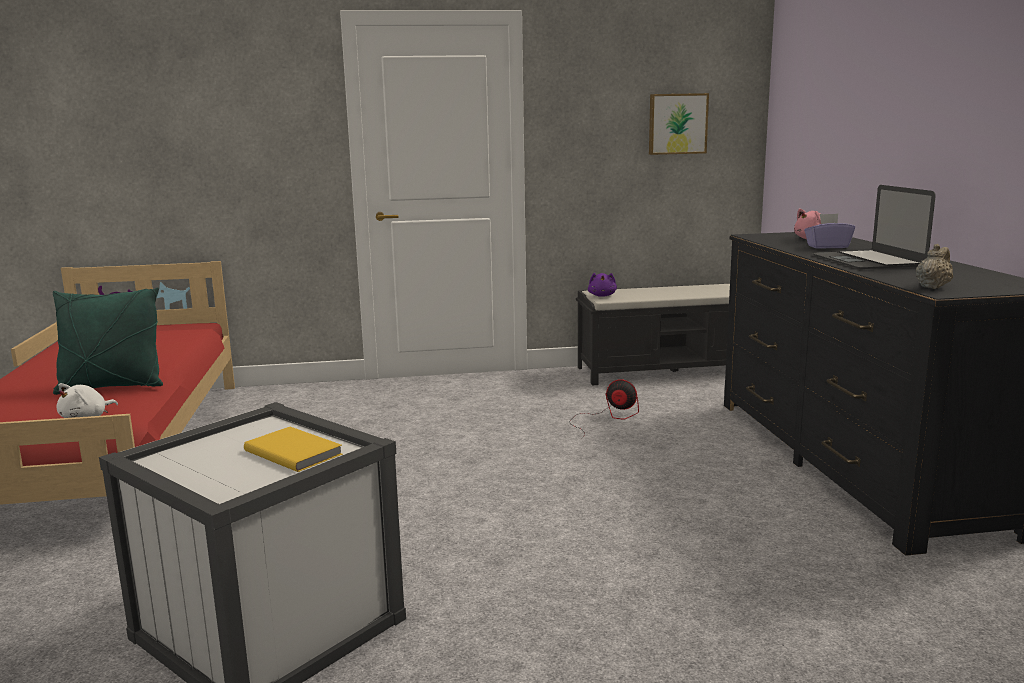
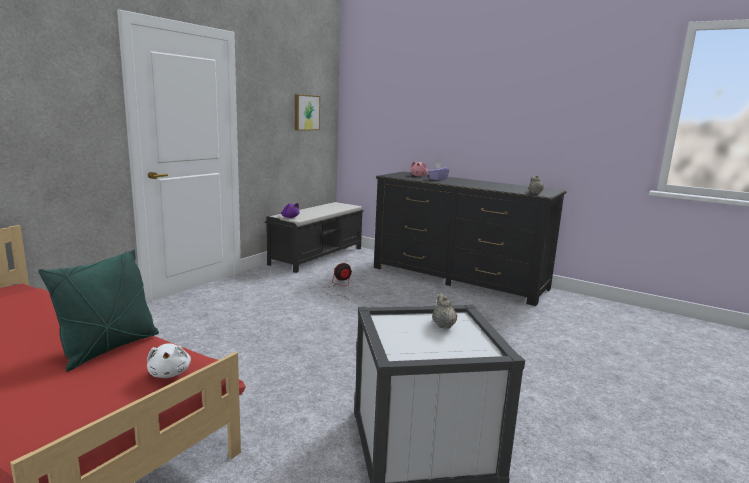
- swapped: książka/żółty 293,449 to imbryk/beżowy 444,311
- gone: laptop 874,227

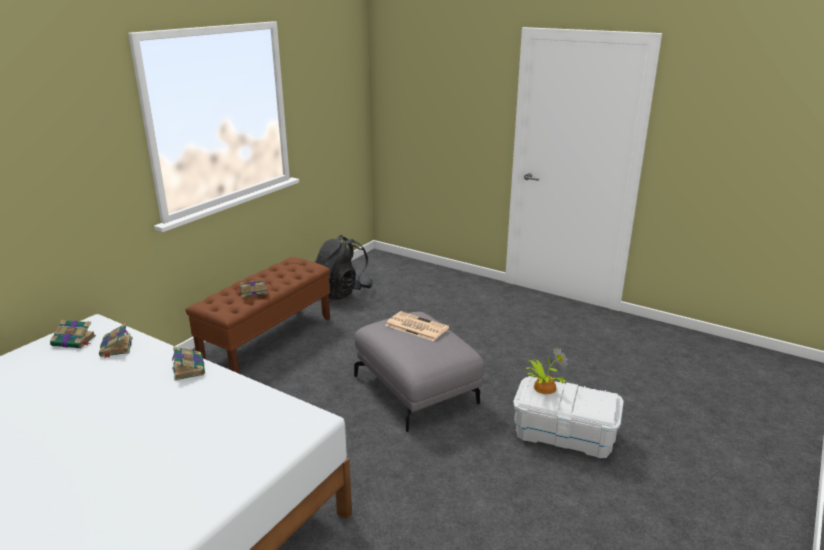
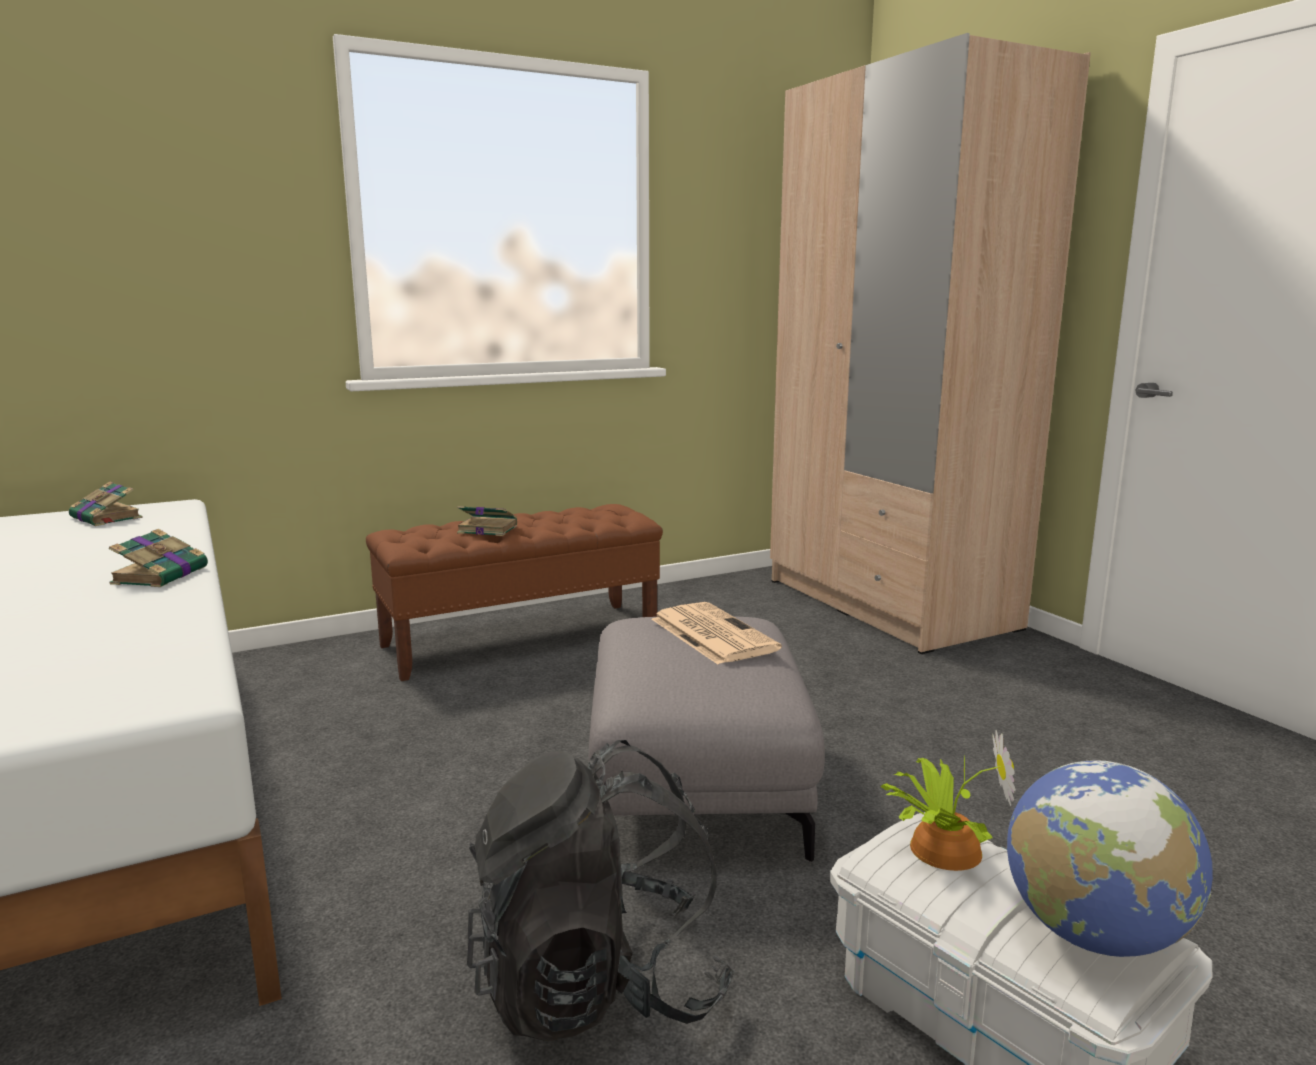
- gone: książka 116,340
- shifted: plecak/czarny 343,267 to 601,890
- new: szafa/beżowy 930,343
- new: globus 1110,858

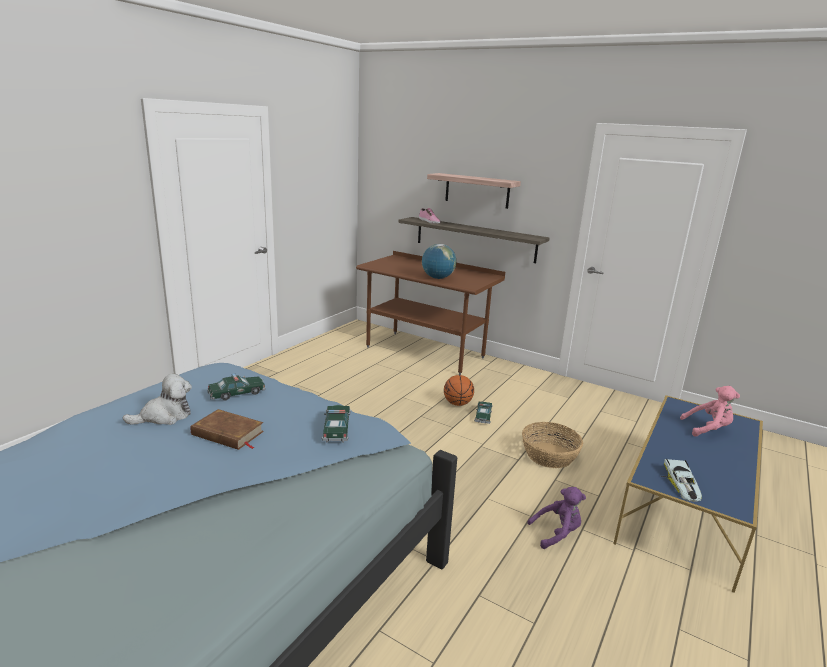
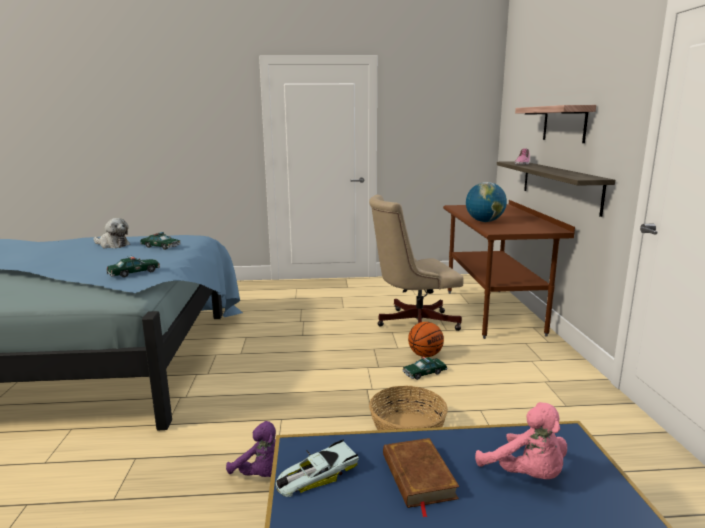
- shifted: książka/brązowy 227,429 to 421,477
- new: krzesło biurowe/beżowy 416,263

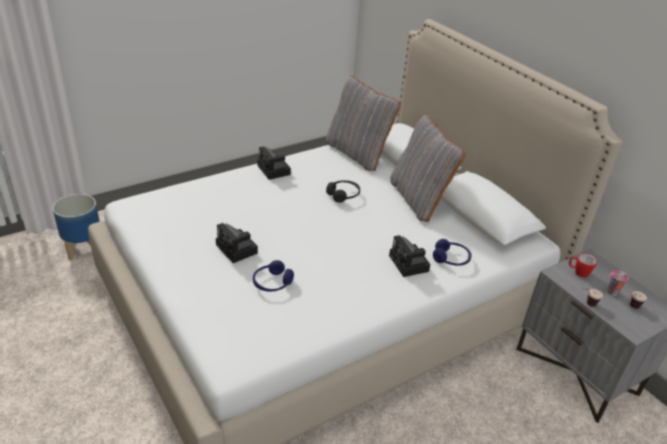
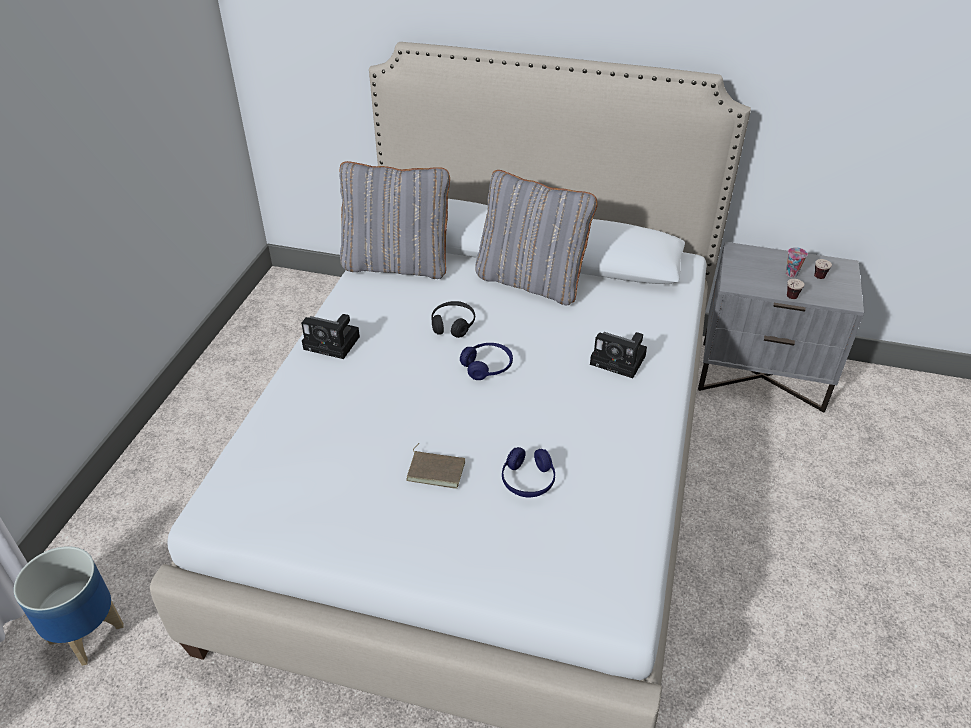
- swapped: aparat fotograficzny 237,243 to książka/brązowy 435,466
- shifted: słuchawki/niebieski 452,252 to 486,361
- gone: kubek 583,266

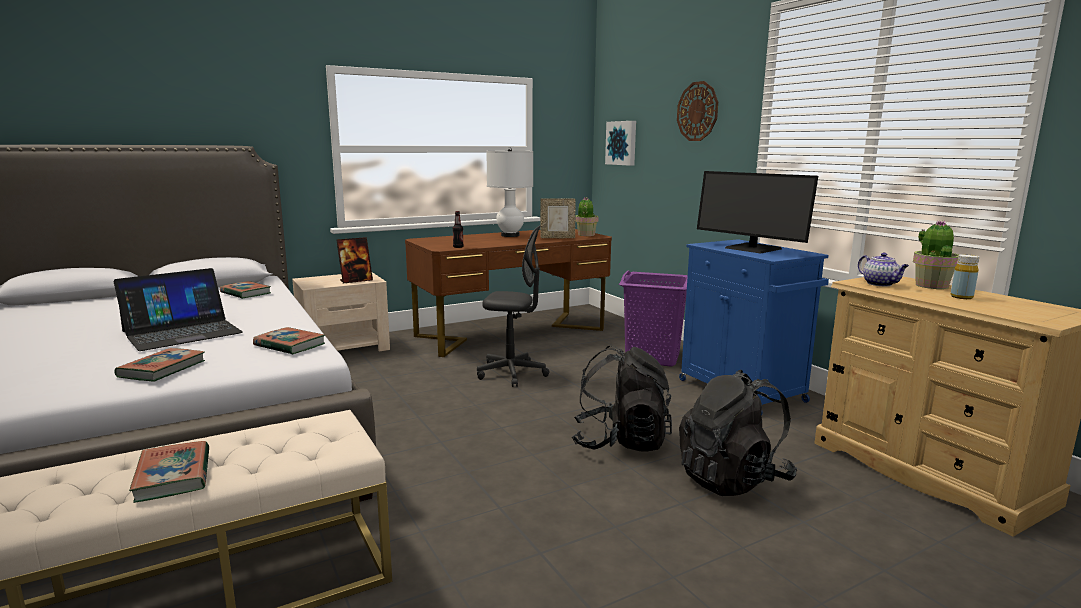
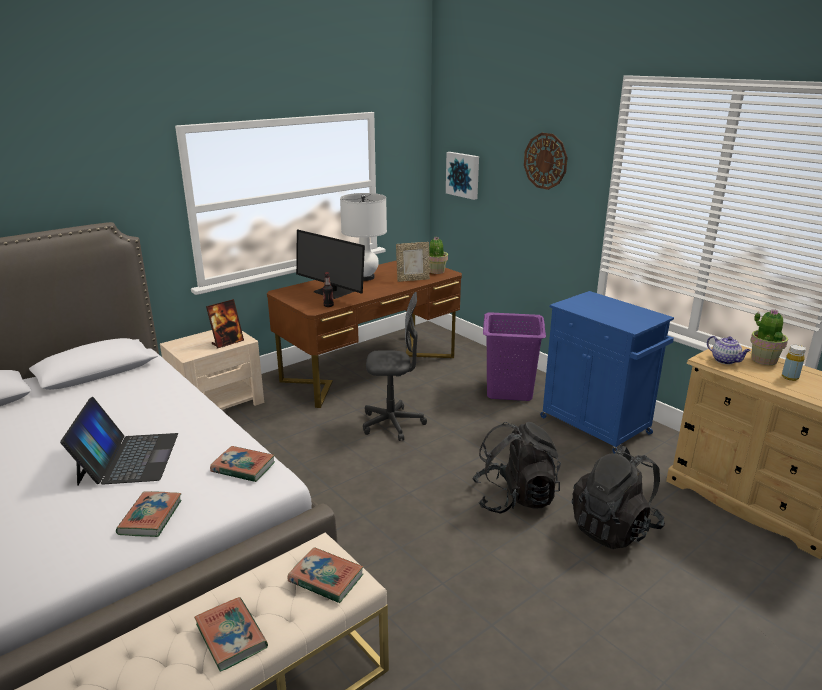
- rotated: laptop 178,309 = 119,441 45 degrees counterclockwise
- shifted: książka 245,290 to 326,575
- shifted: monitor 757,212 to 330,264

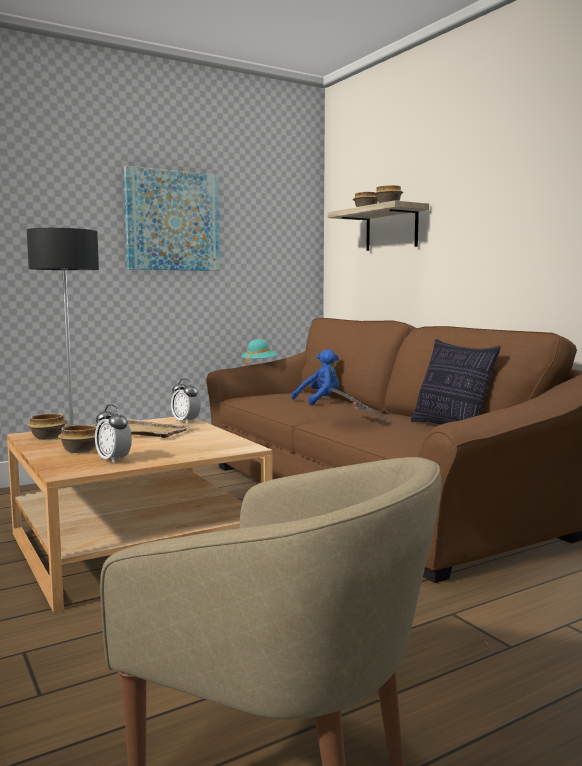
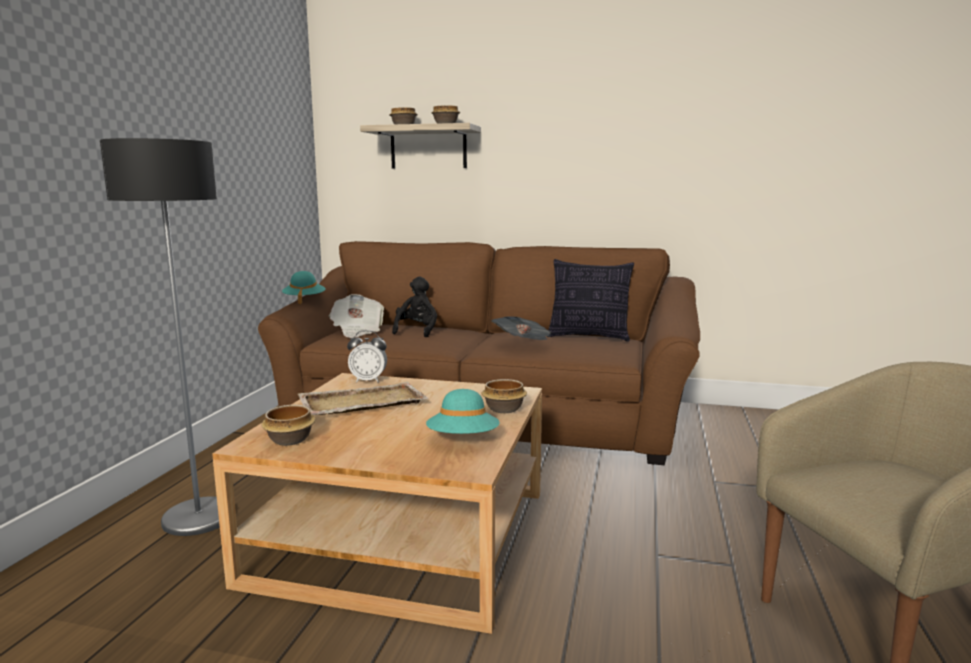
- shifted: miska 77,438 to 504,396
- swapped: budzik 113,434 to kapelusz/turkusowy 463,411
- gone: obraz 172,218
- repainted: pluszak/niebieski 315,377 to pluszak/czarny 414,307
- new: gazeta 356,316

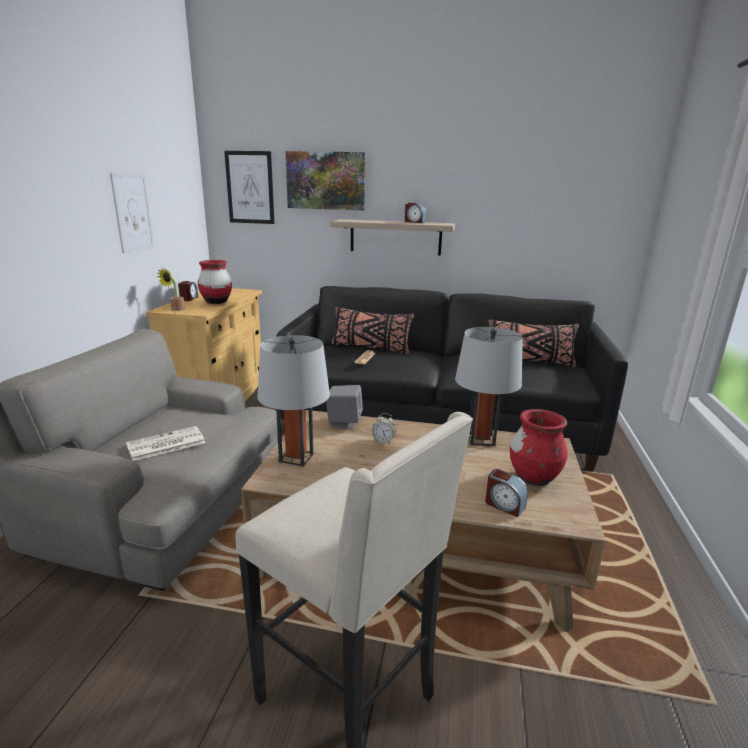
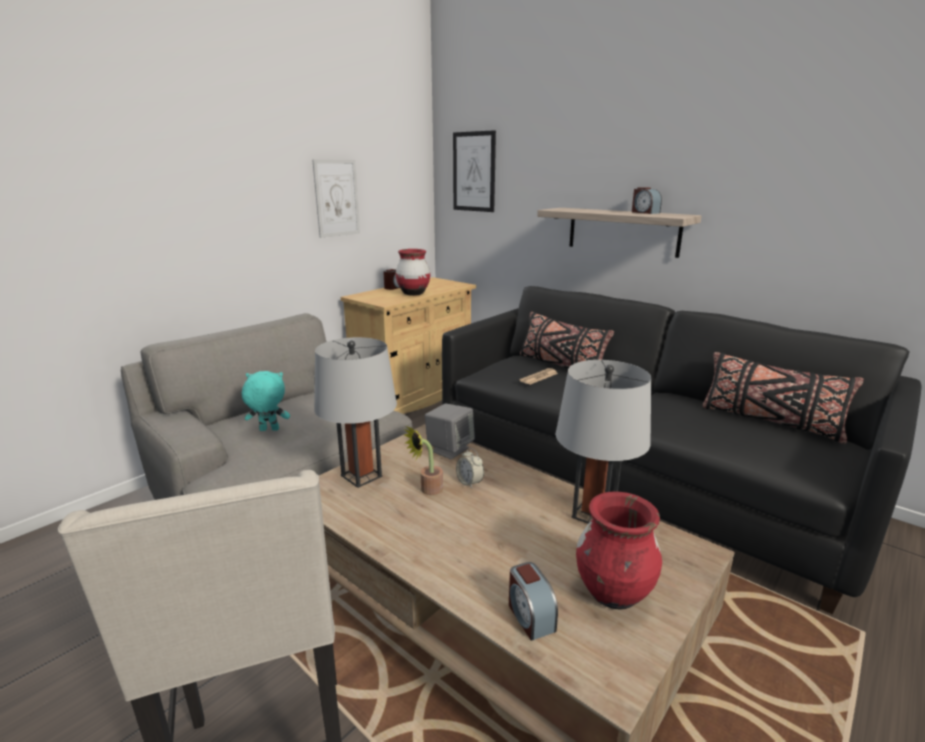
- swapped: gazeta 166,443 to pluszak/turkusowy 266,401
- shifted: roślina doniczkowa 171,289 to 423,460
- gone: obraz 326,180

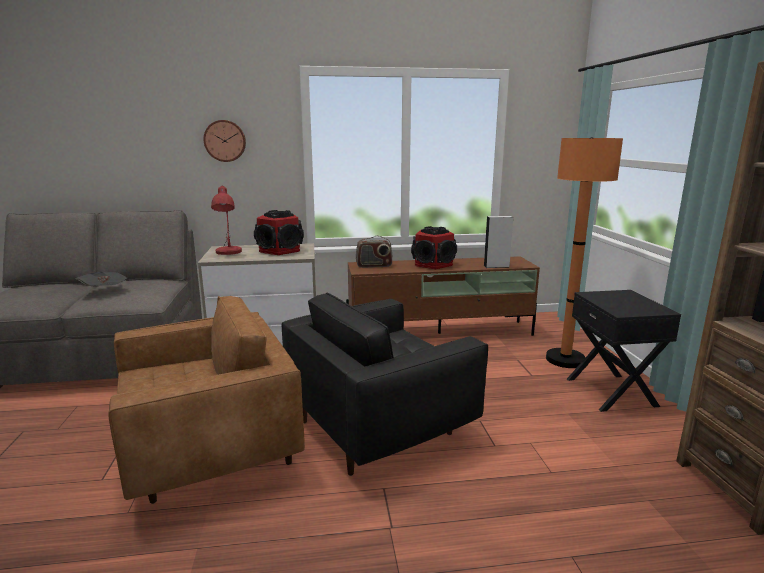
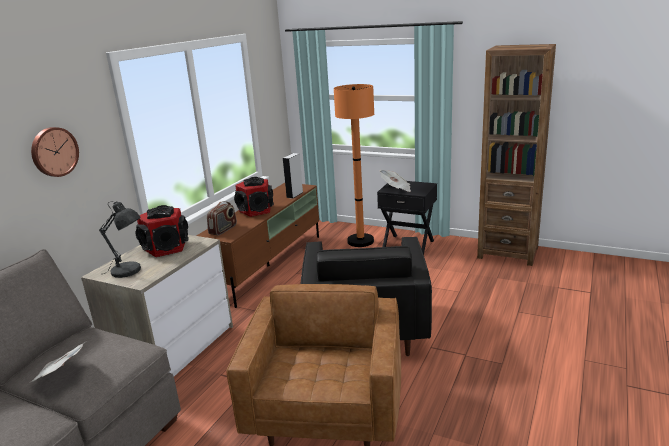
- repainted: lampa stołowa/czerwony 226,220 to lampa stołowa/szary 120,239
- new: gazeta 395,181

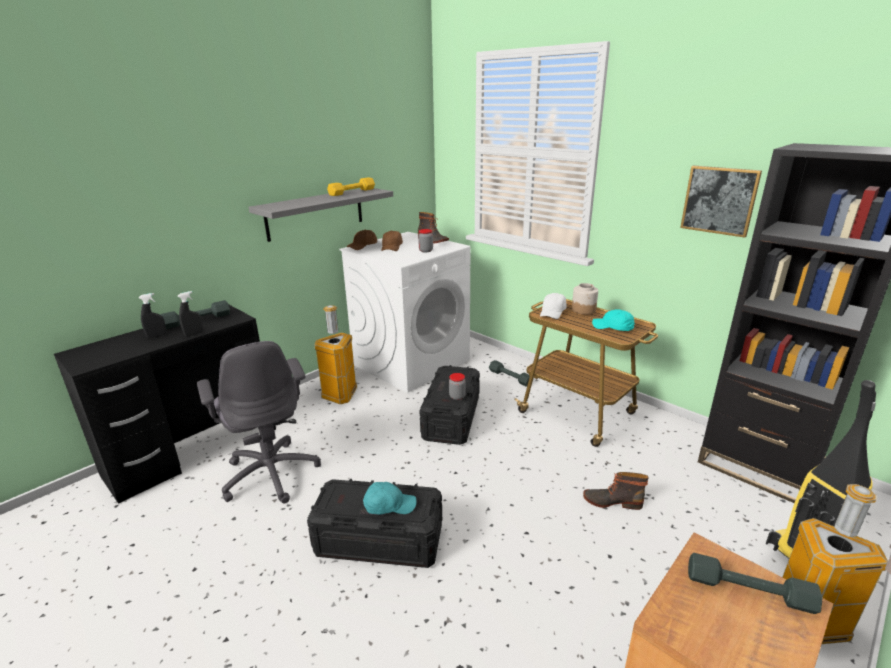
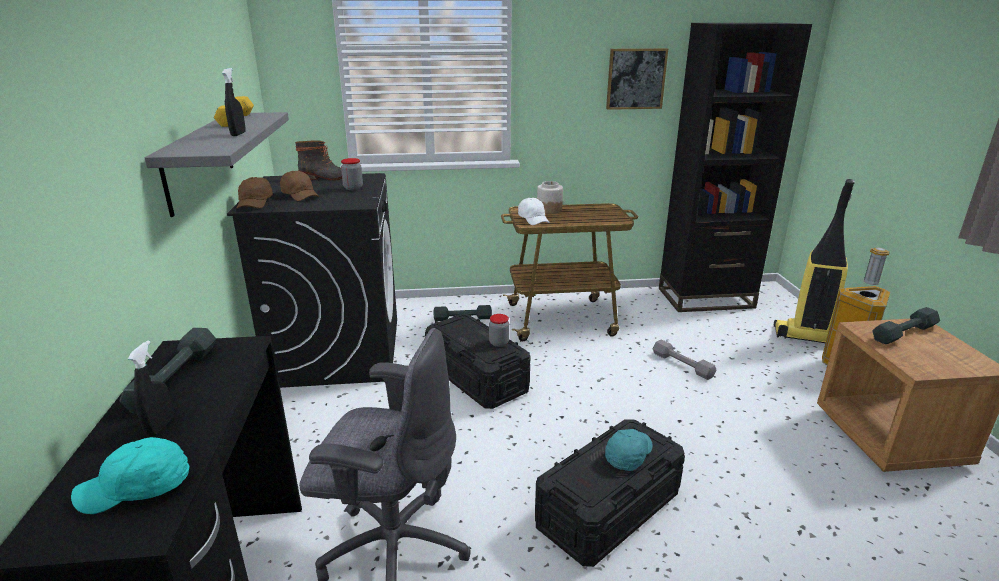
- shifted: spryskiwacz/czarny 190,314 to 234,102
- gone: kosz na śmieci 335,354
- repainted: pralka/biały 405,312 to pralka/czarny 312,280
- swapped: but z cholewką 616,491 to hantel/szary 684,359
- shifted: czapka z daszkiem/turkusowy 613,320 to 130,475

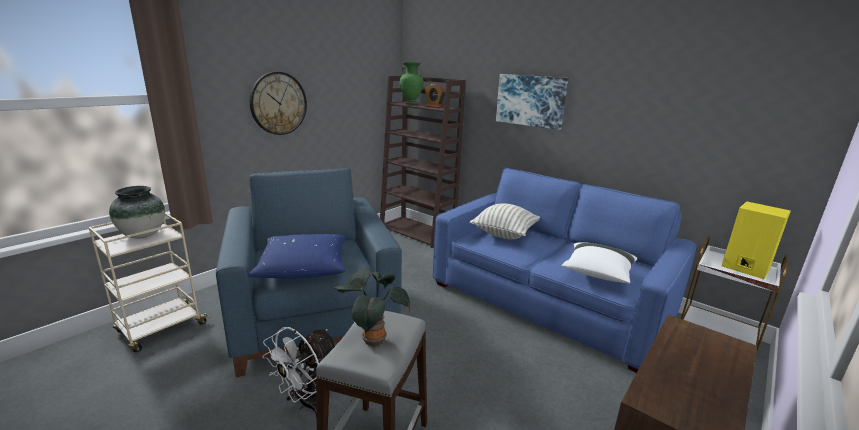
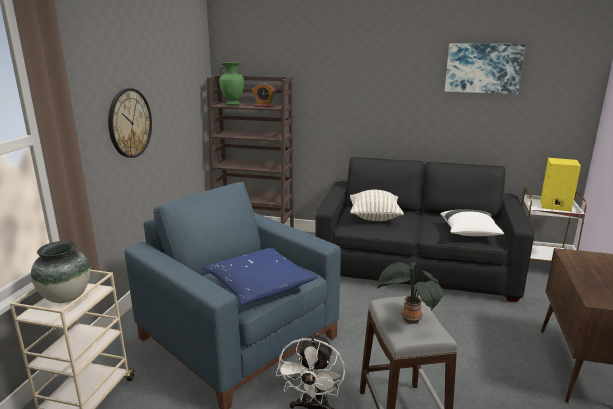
- repainted: kanapa/niebieski 565,270 to kanapa/czarny 424,229
- shifted: obraz 532,102 to 485,68

